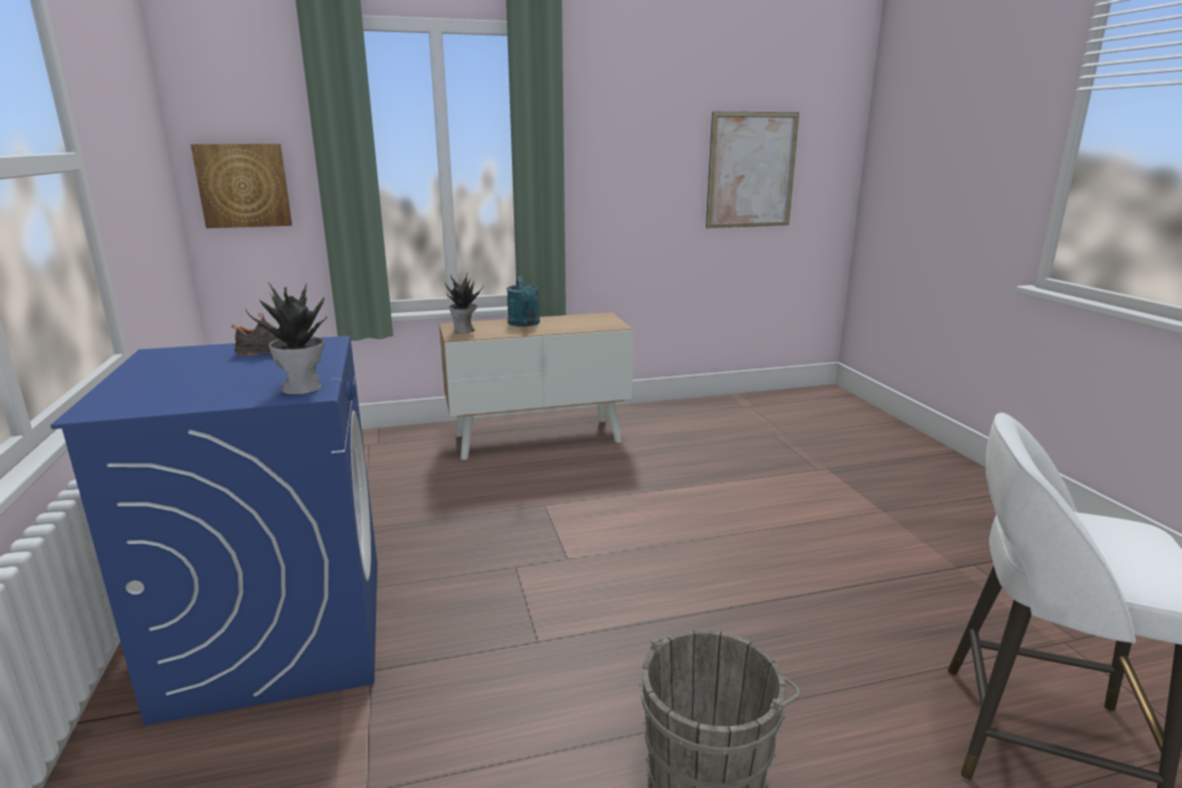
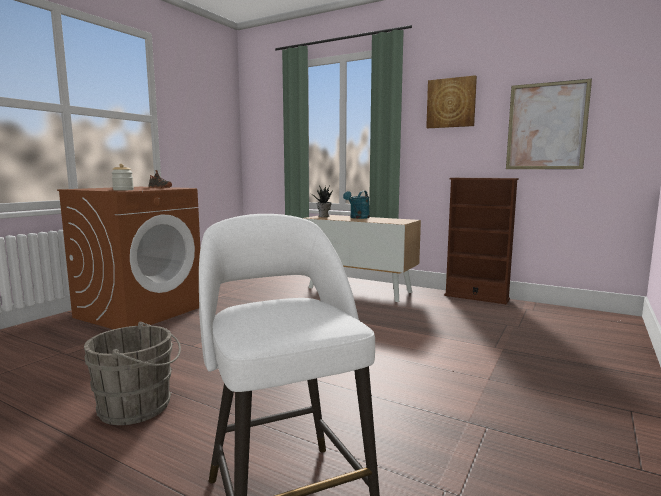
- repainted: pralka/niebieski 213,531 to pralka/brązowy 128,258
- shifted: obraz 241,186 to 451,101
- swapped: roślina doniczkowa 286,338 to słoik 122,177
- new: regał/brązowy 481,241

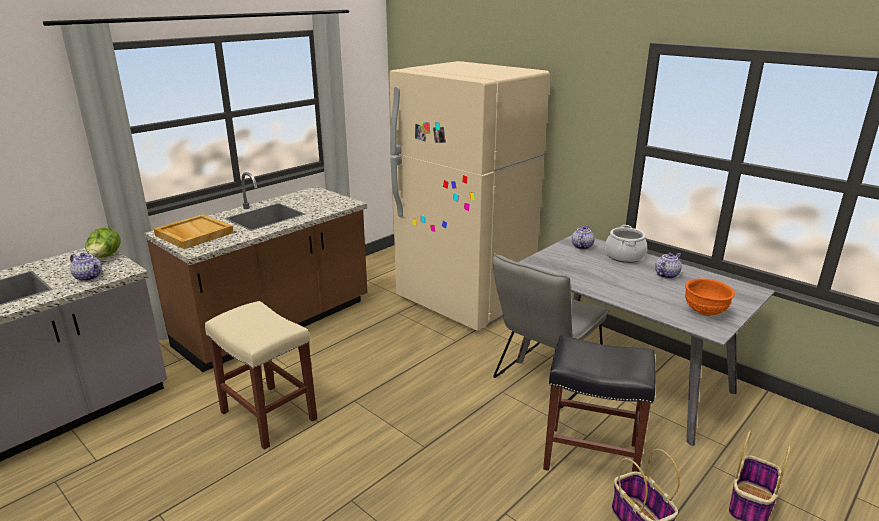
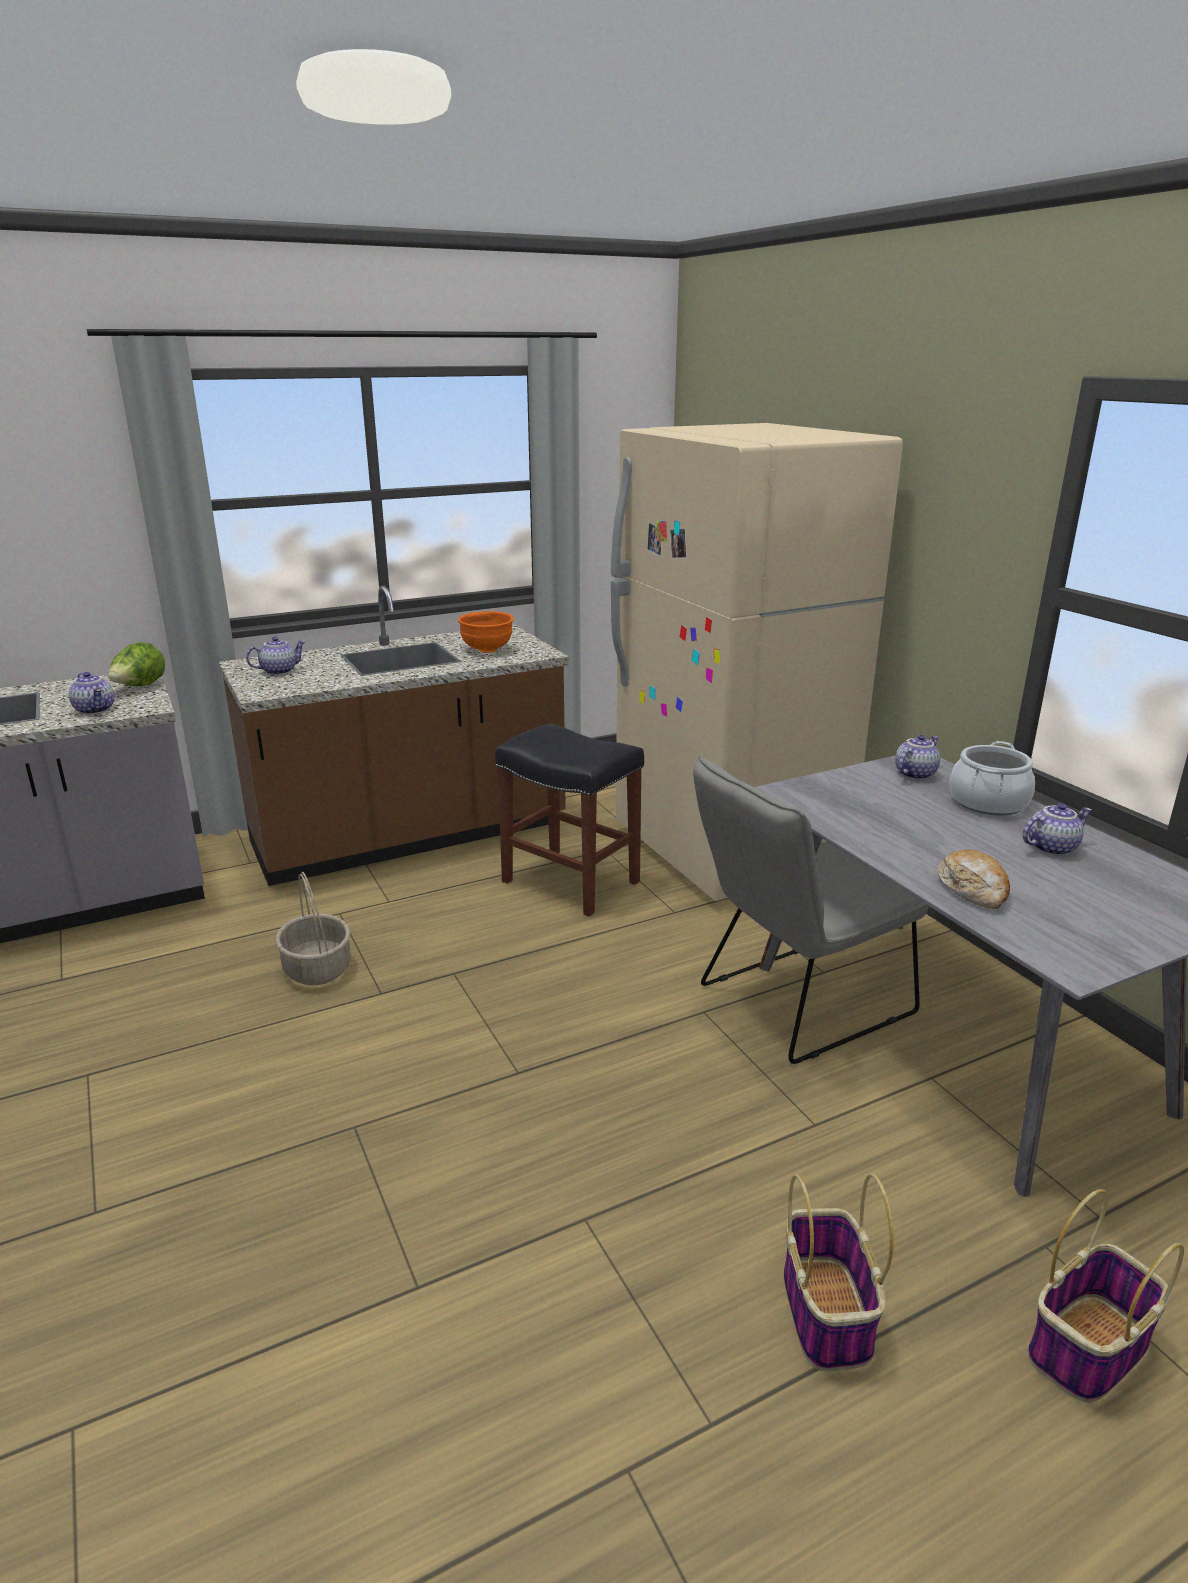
- swapped: taca/beżowy 194,231 to imbryk 275,656
- swapped: stołek/beżowy 261,375 to koszyk 313,928
- shifted: stołek/czarny 599,404 to 569,820
- shifted: miska/pomarańczowy 710,297 to 486,632
- new: chleb 973,879

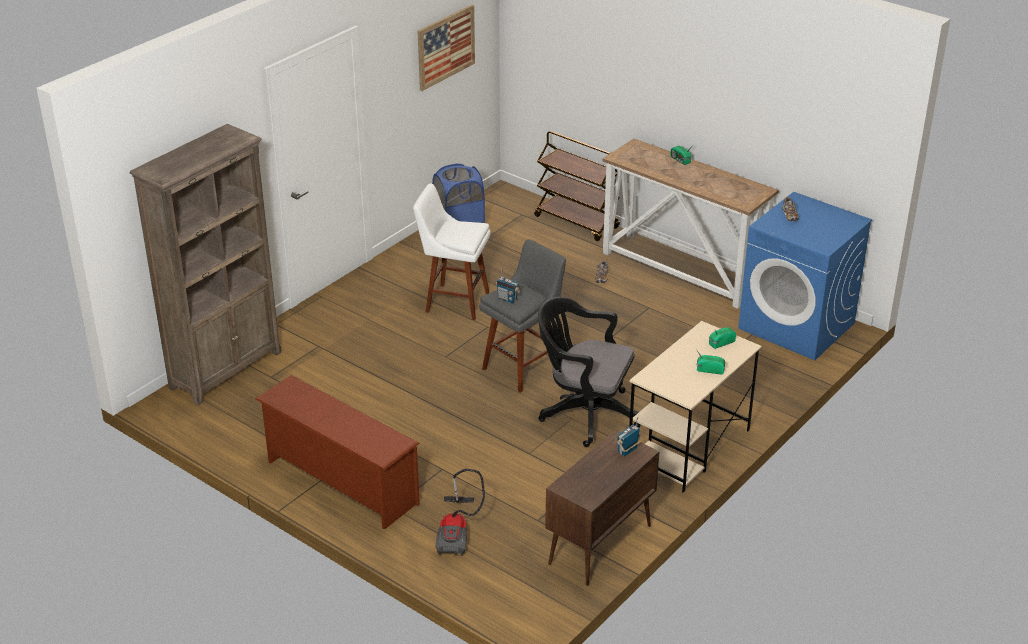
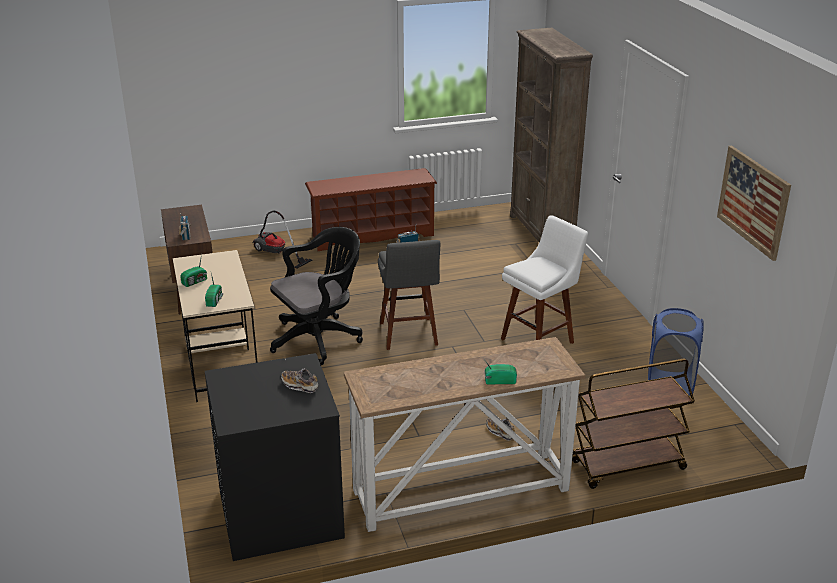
- repainted: pralka/niebieski 805,276 to pralka/czarny 275,457

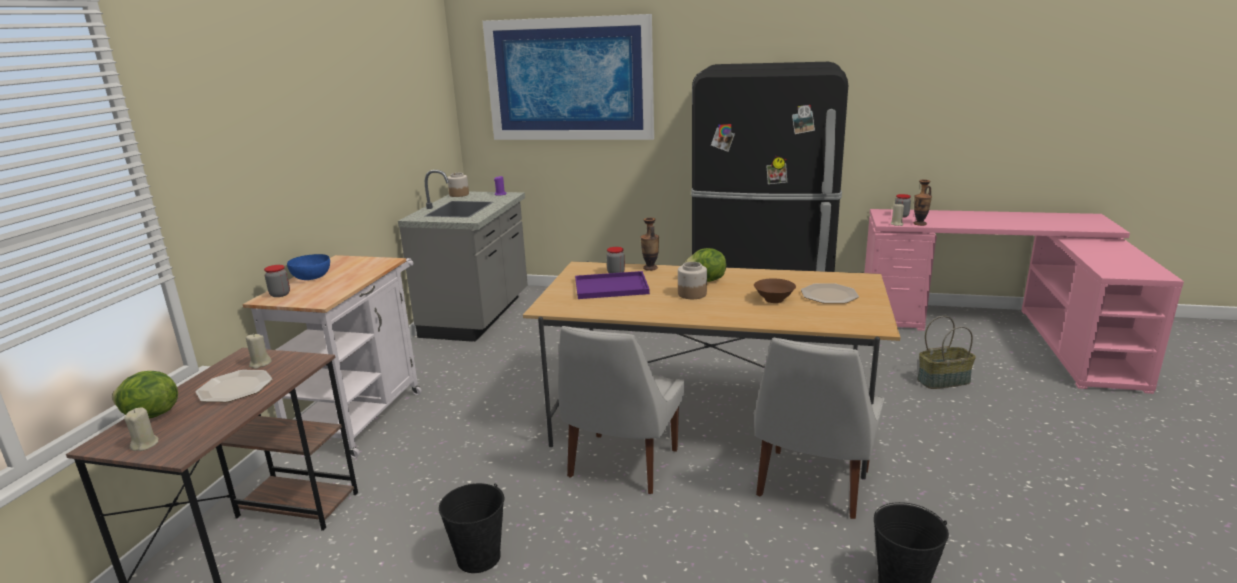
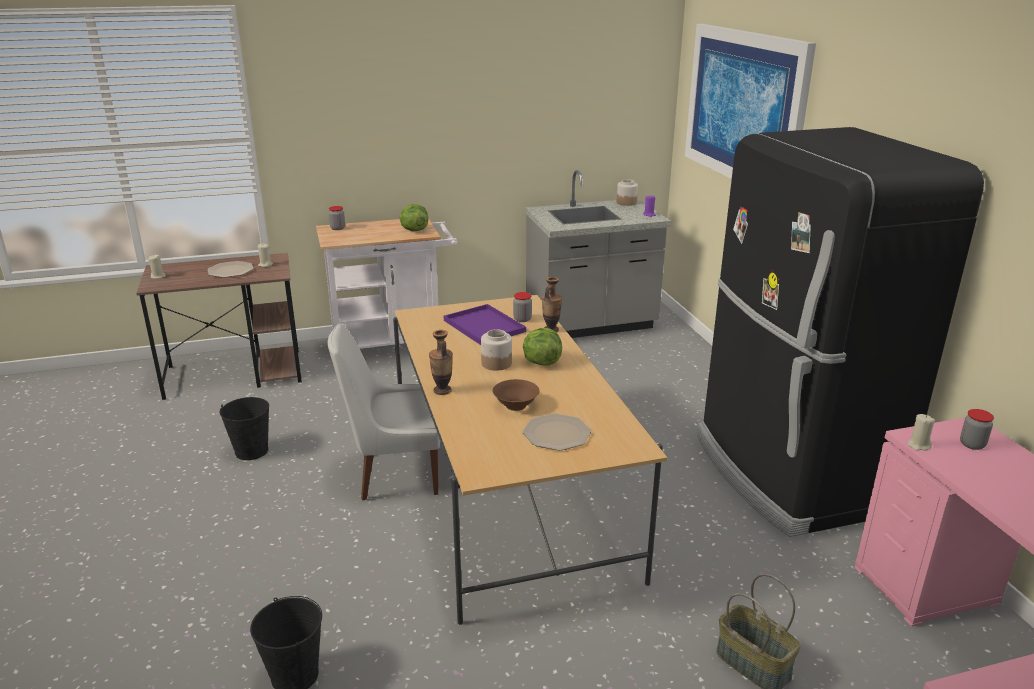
- shifted: sałata 145,395 to 414,217
- gone: miska/niebieski 308,267
- gone: krzesło/biały 819,428
- shifted: wazon 923,203 to 441,362

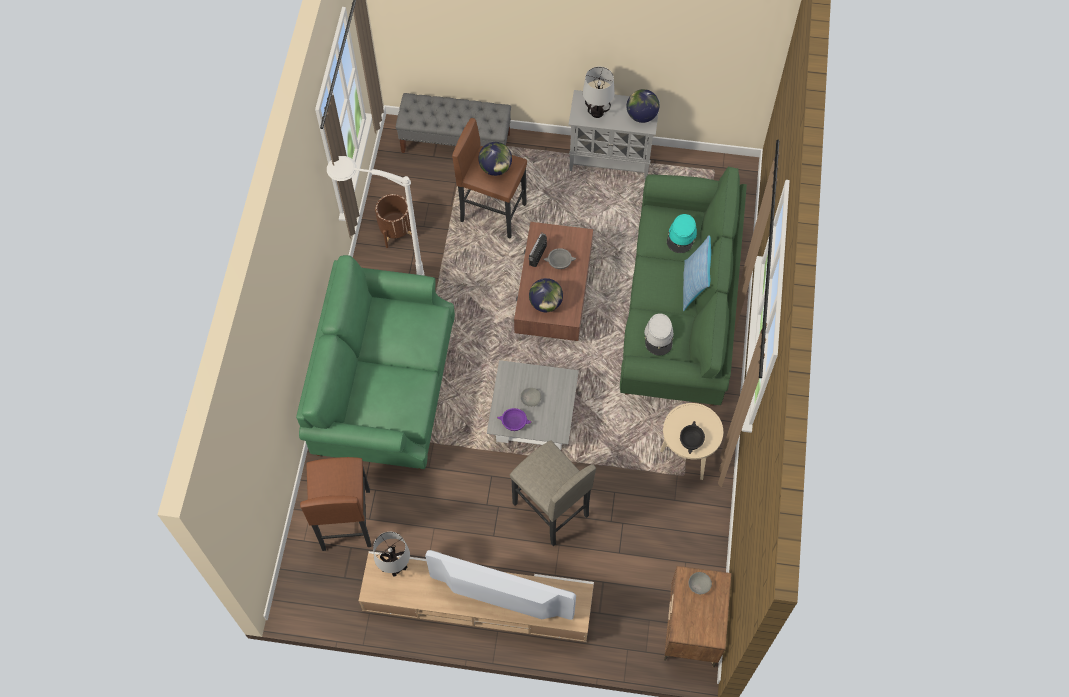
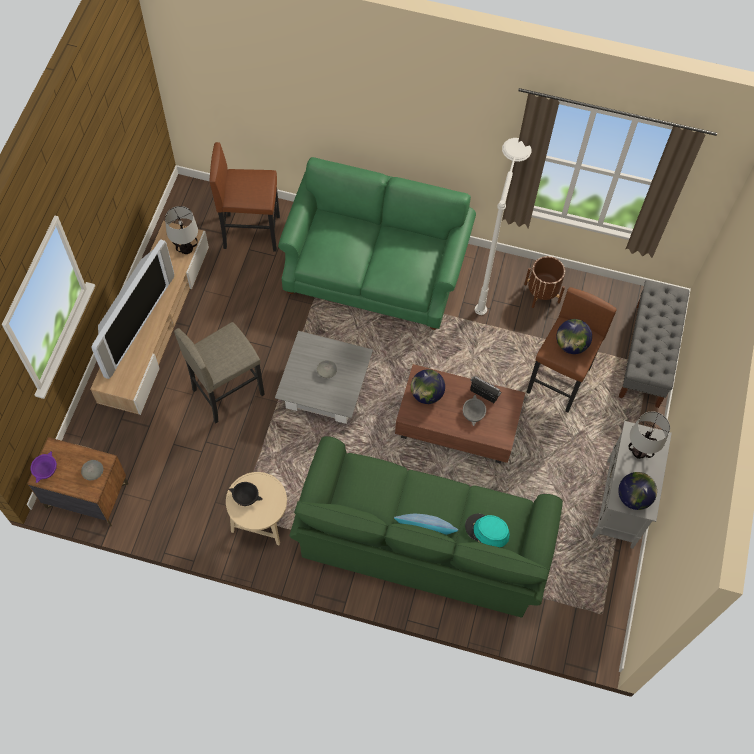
- shifted: miska/fioletowy 514,419 to 43,467
- gone: kapelusz/szary 659,335

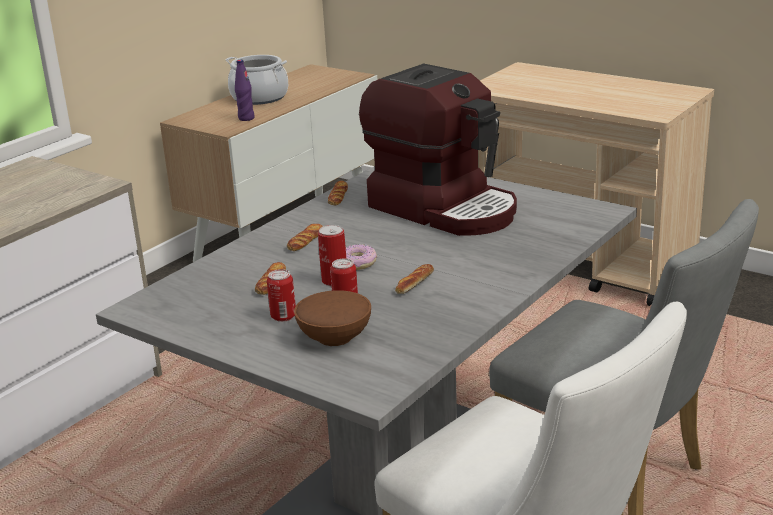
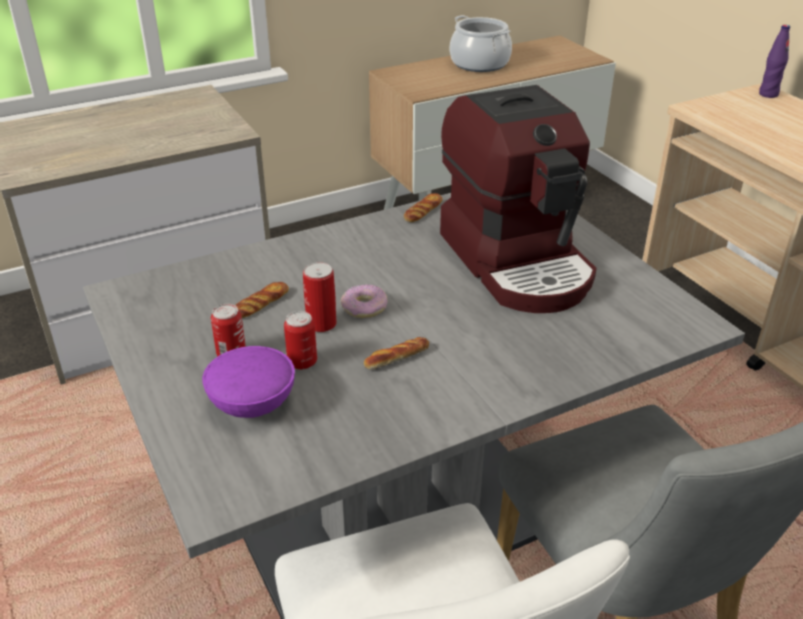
- shifted: butelka/fioletowy 245,90 to 774,61
- gone: chleb 305,237
- repainted: miska/brązowy 332,318 to miska/fioletowy 248,382

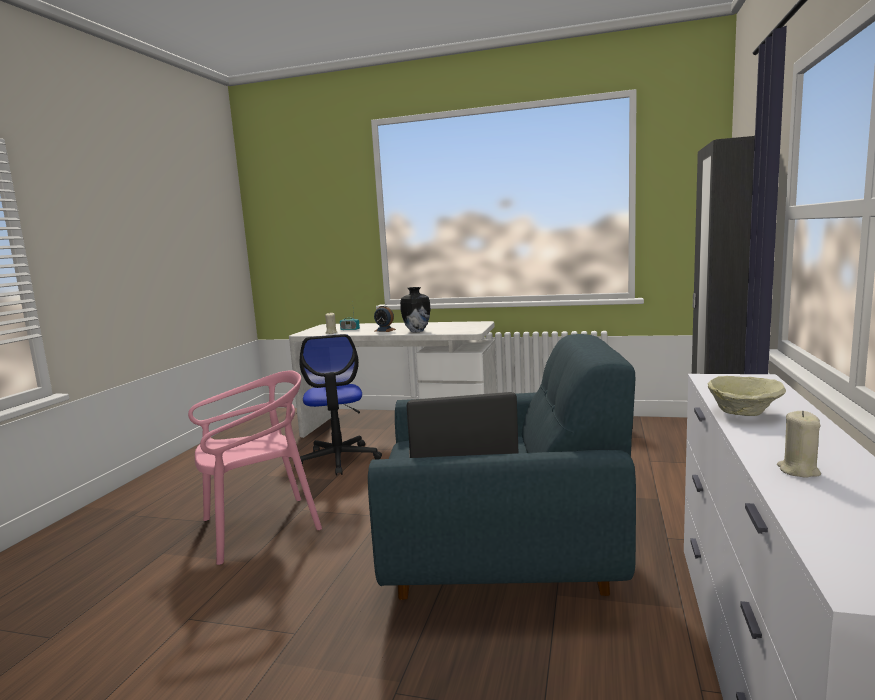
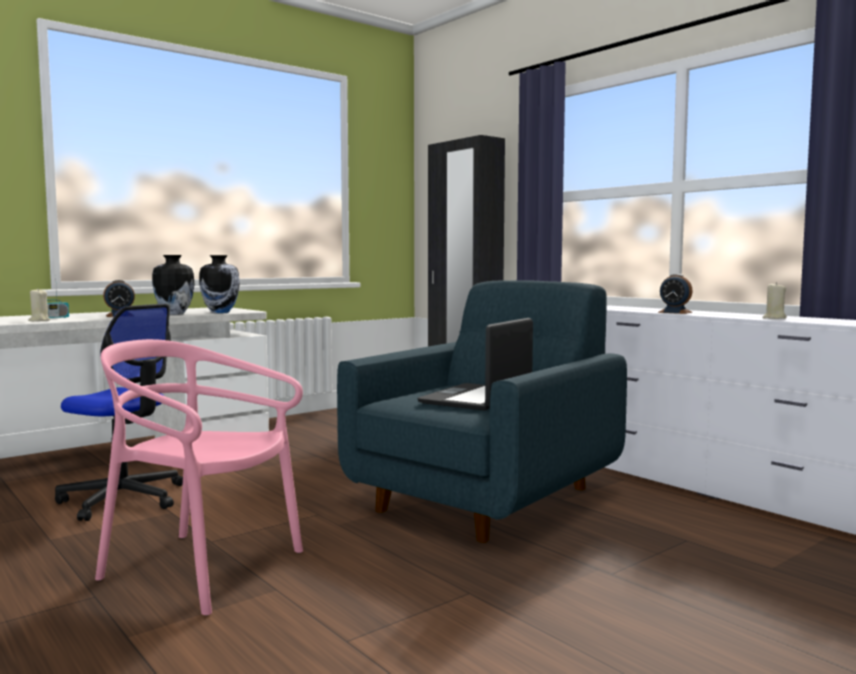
- rotated: krzesło/różowy 255,468 = 199,477 75 degrees counterclockwise
- swapped: miska/beżowy 747,396 to budzik 675,294
- new: wazon 219,284

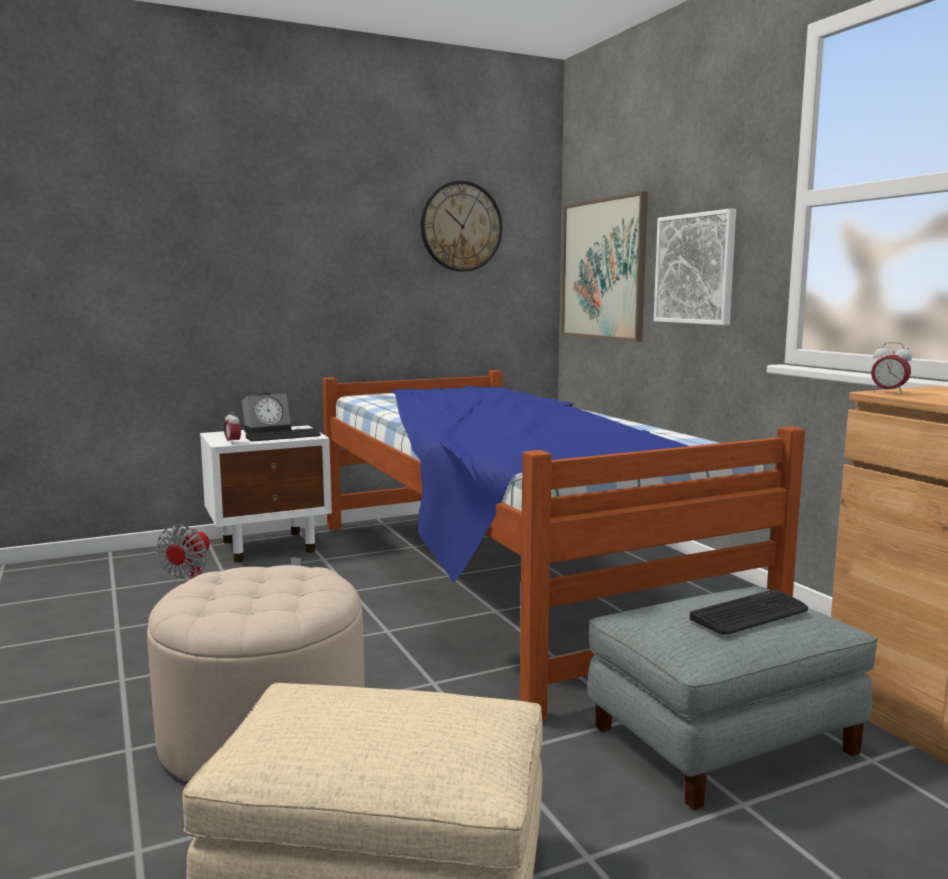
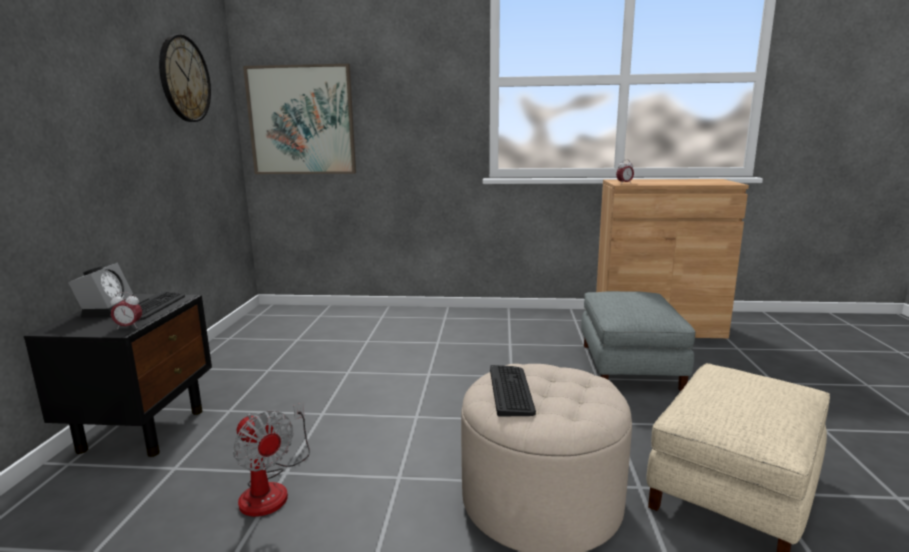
- repainted: szafka nocna/biały 266,493 to szafka nocna/czarny 118,375
- gone: łóżko 563,545
- gone: obraz 695,267
- shifted: klawiatura 749,612 to 513,391

